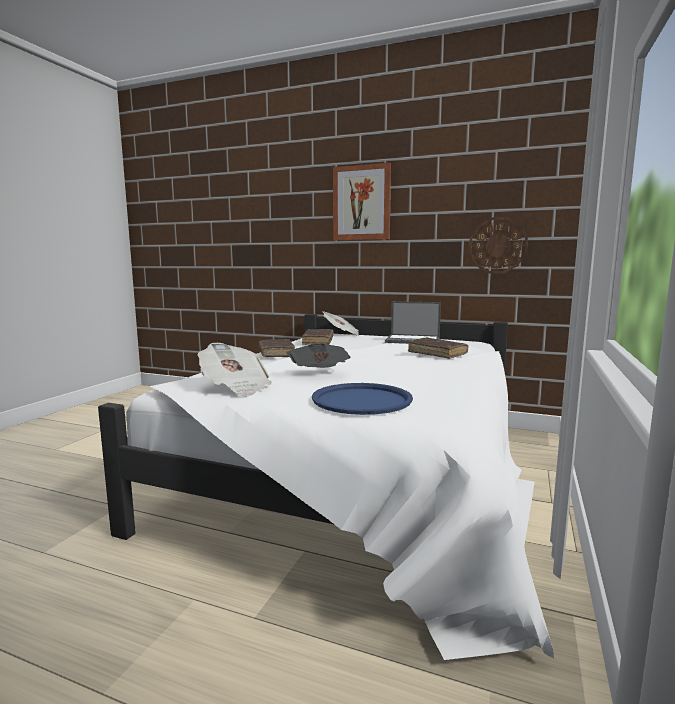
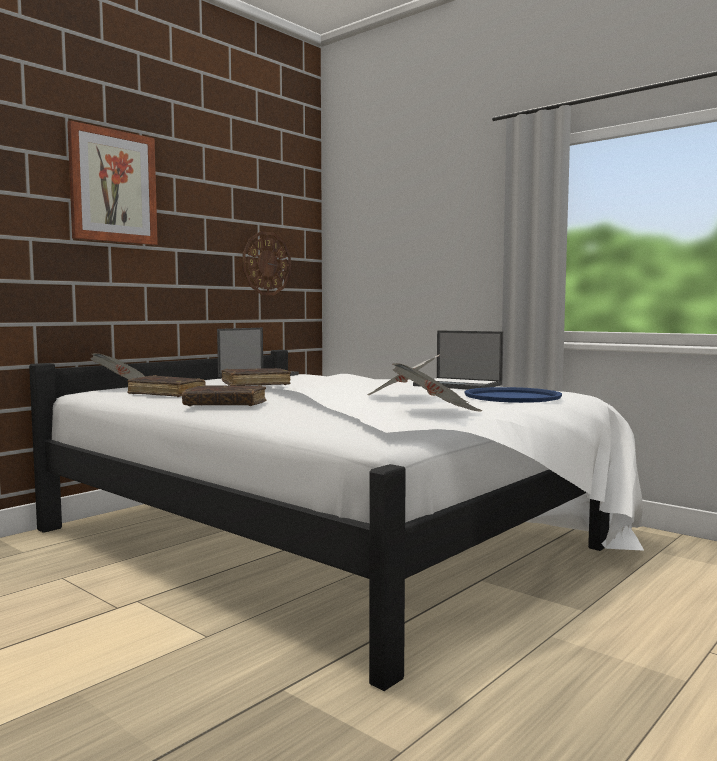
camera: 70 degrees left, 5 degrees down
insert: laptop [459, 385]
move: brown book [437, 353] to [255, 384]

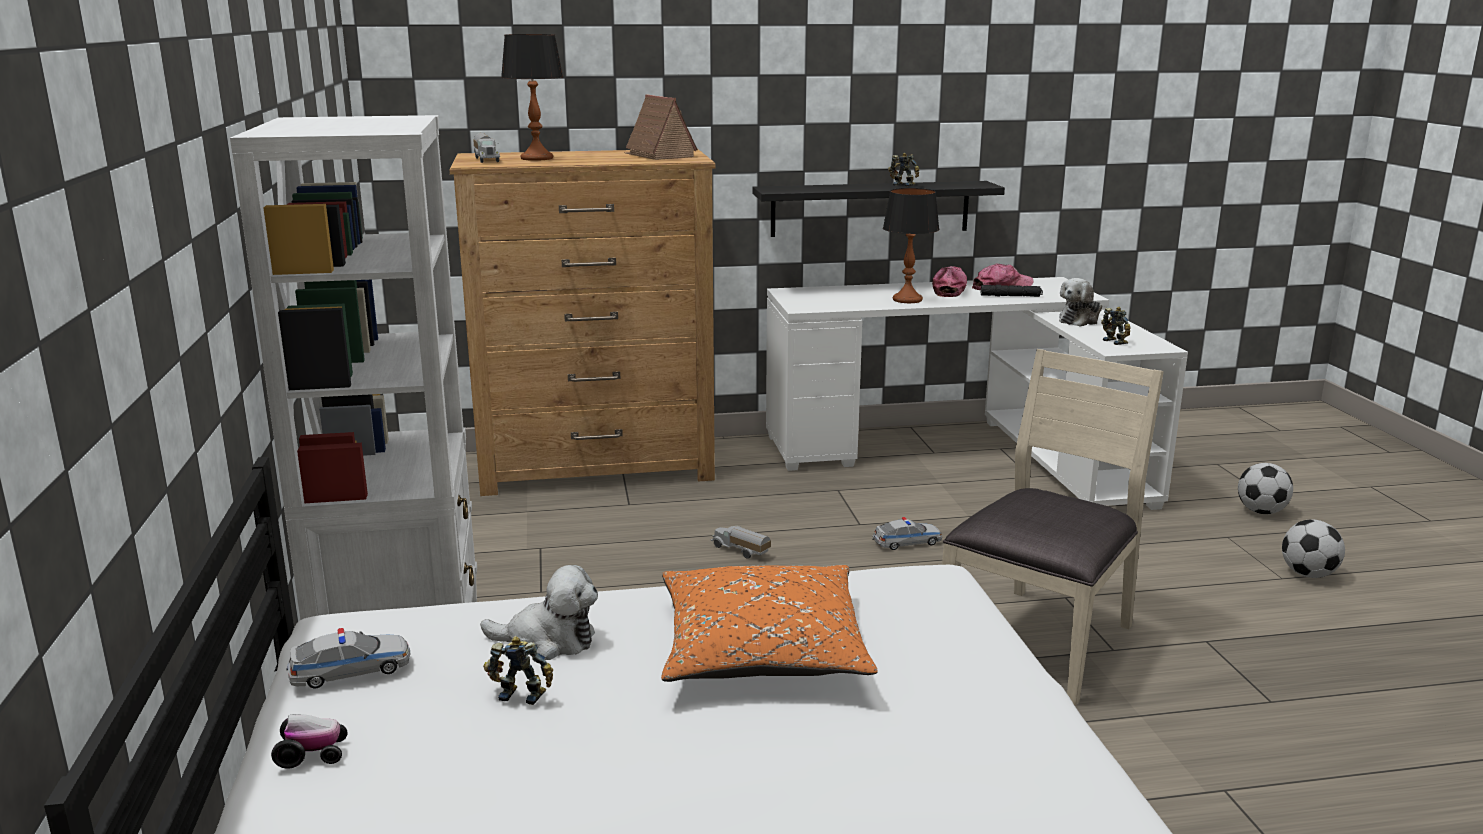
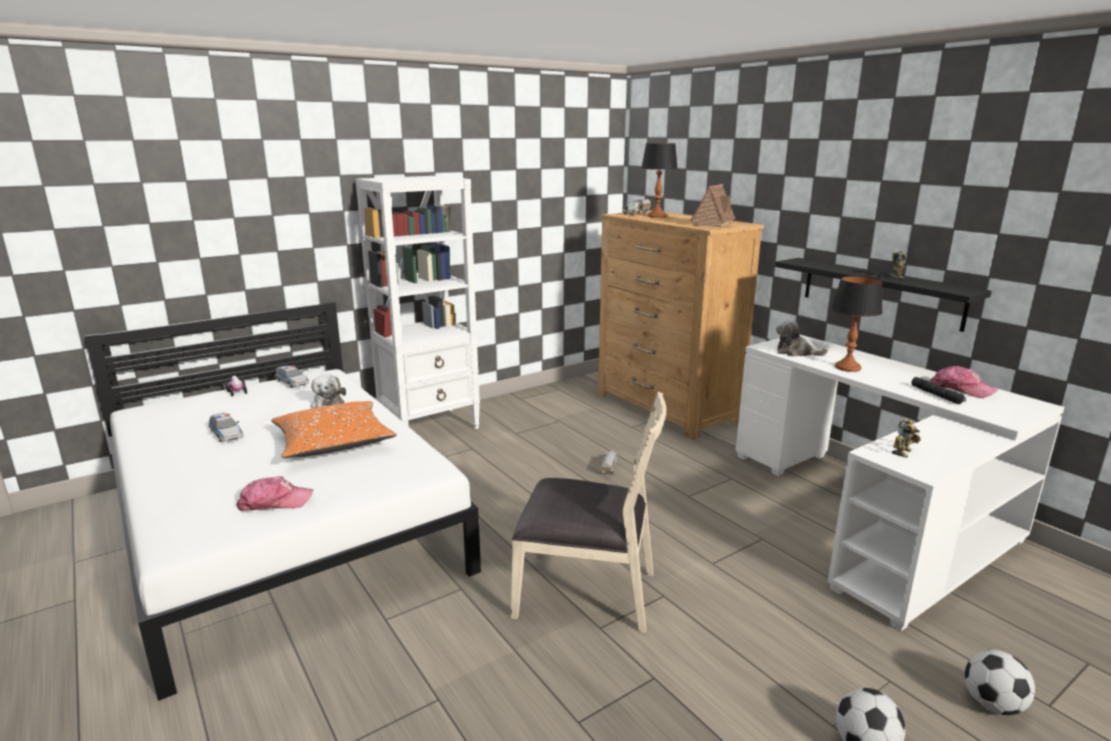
camera: 65 degrees right, 0 degrees up
delete: toy robot [522, 693]
move: toy car [907, 542] to [226, 433]; cap [949, 290] to [275, 502]; plush toy [1080, 320] to [796, 352]

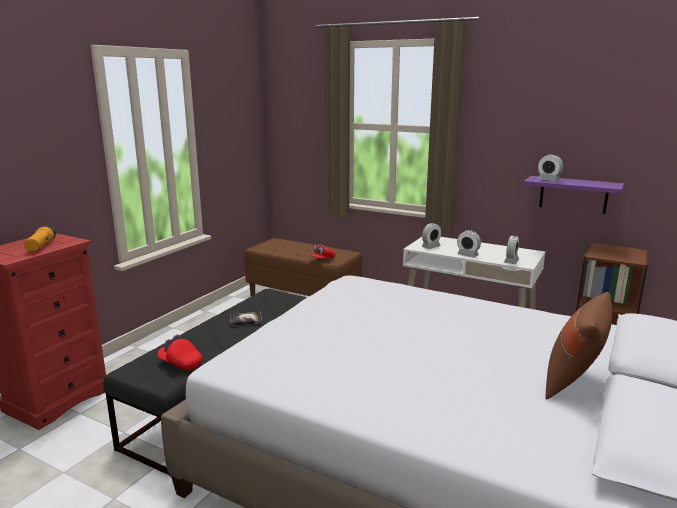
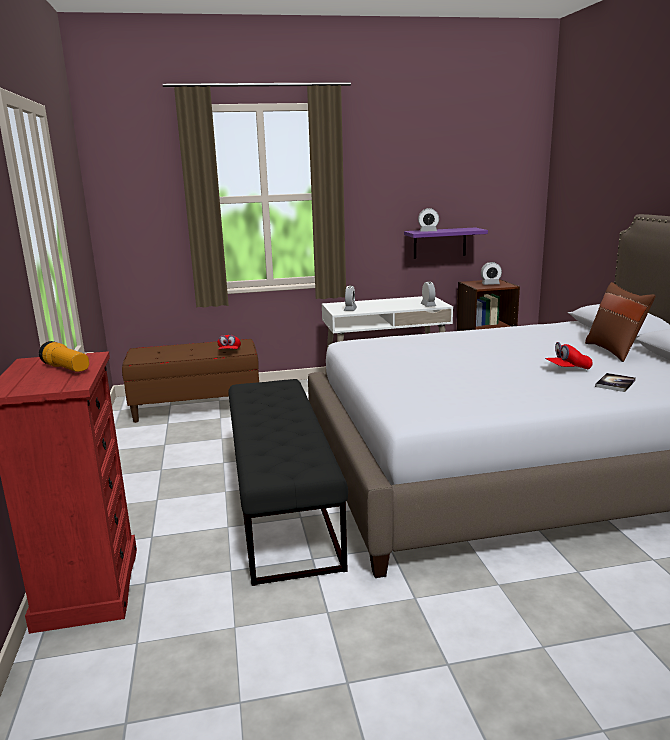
camera: 40 degrees left, 0 degrees up
move: red cap [180, 363] to [567, 369]; book [246, 319] to [615, 383]; alarm clock [467, 255] to [490, 284]

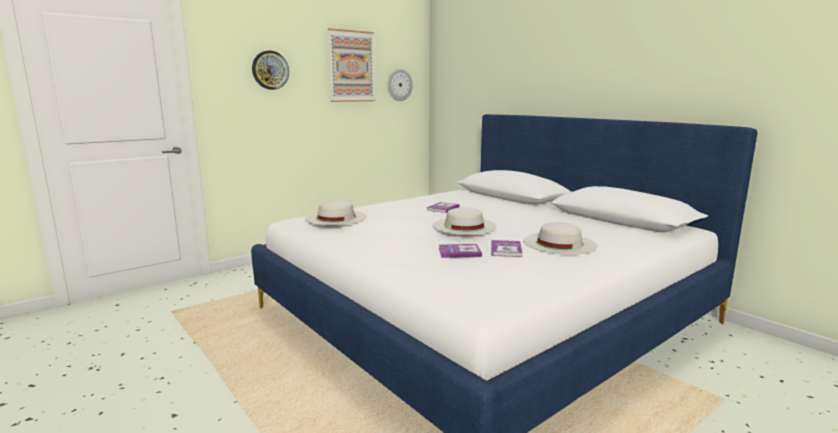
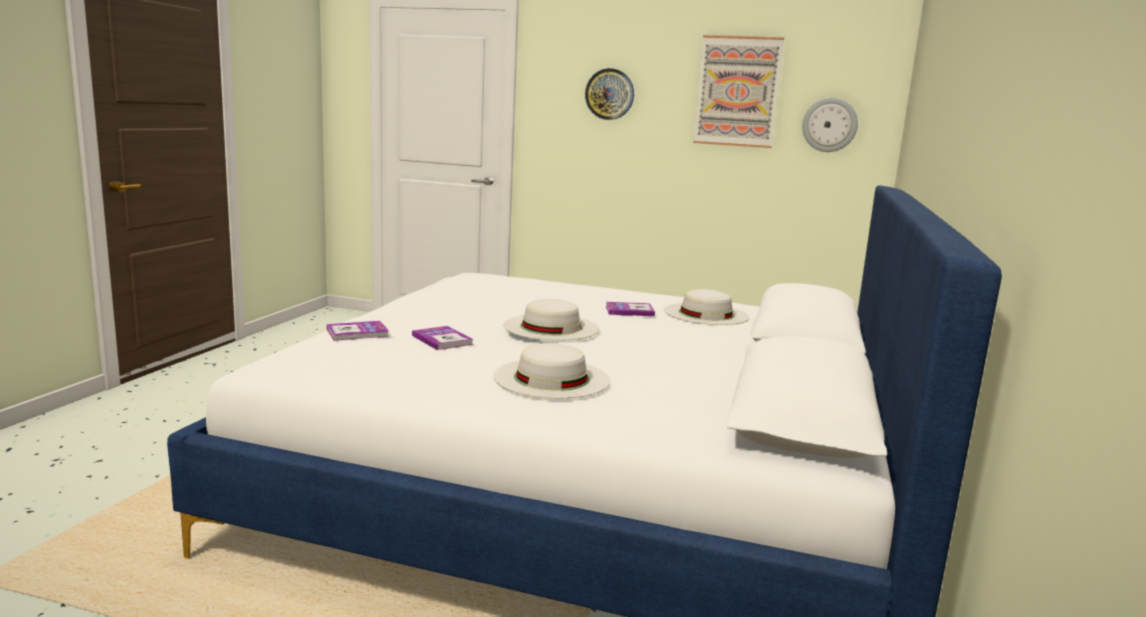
camera: 55 degrees right, 0 degrees up
move: white hat [336, 217] to [706, 313]; book [506, 250] to [357, 333]

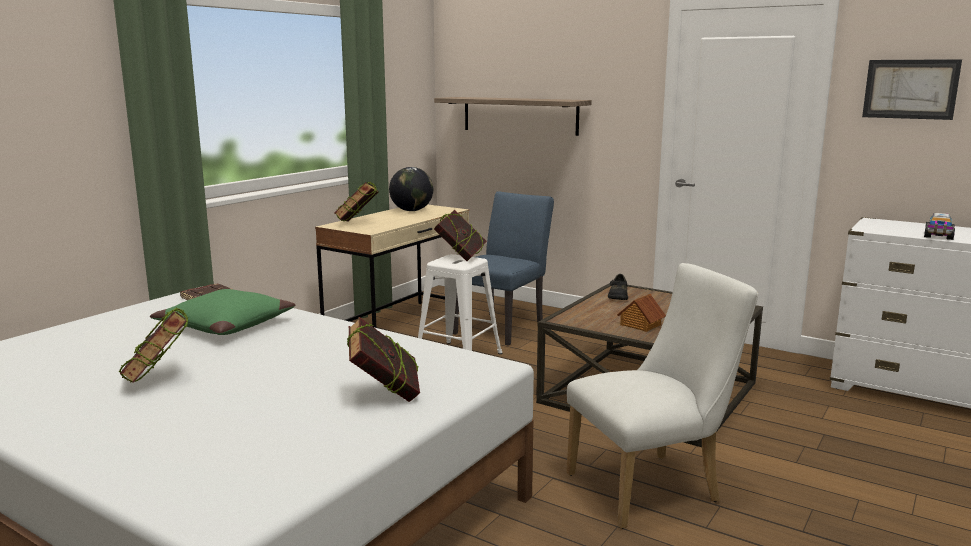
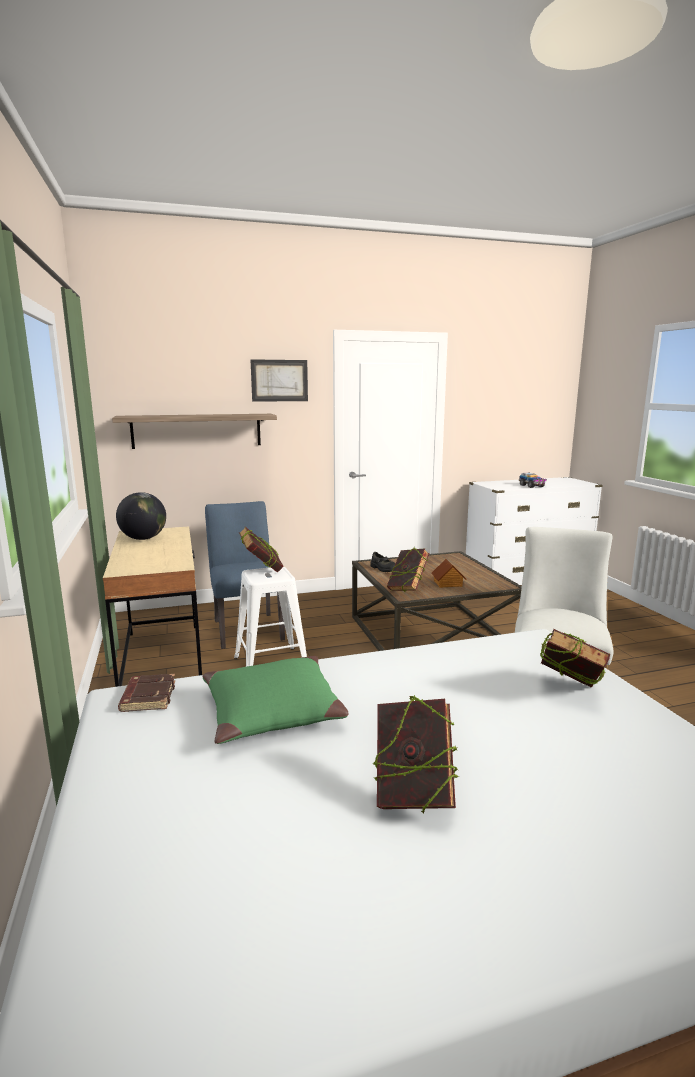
camera: 50 degrees left, 0 degrees up
move: book [357, 223] to [407, 590]; picture [910, 89] to [279, 380]

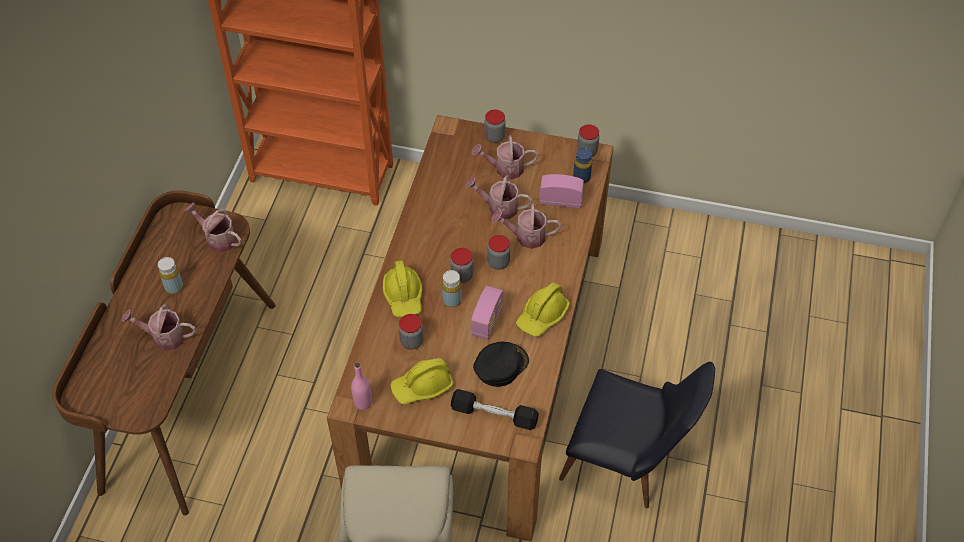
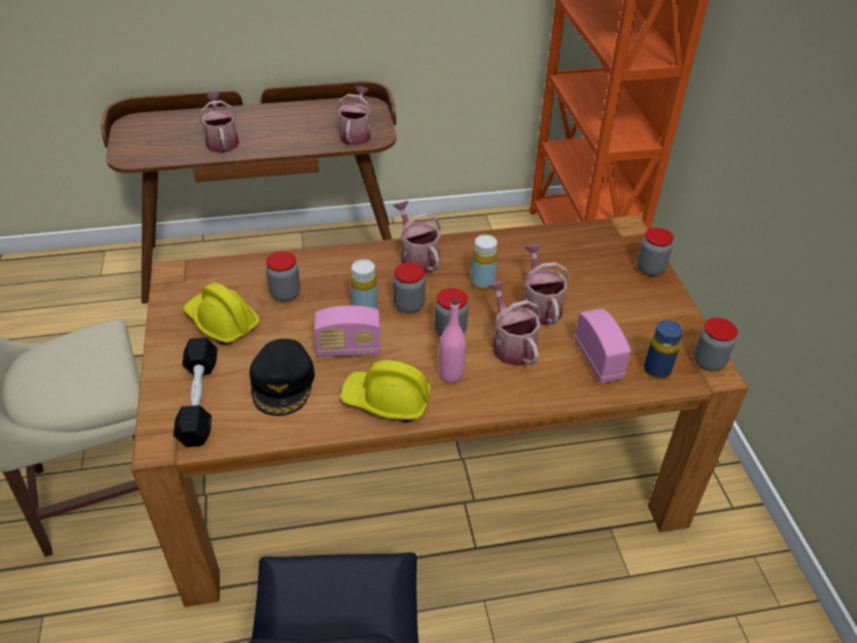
camera: 65 degrees right, 10 degrees down
delete: yellow hard hat [403, 296]
move: yellow bottle [174, 287] to [482, 283]; pink bottle [363, 403] to [451, 374]; watering can [505, 169] to [417, 258]
rotate: black cap [500, 365] = [283, 383] 60 degrees clockwise

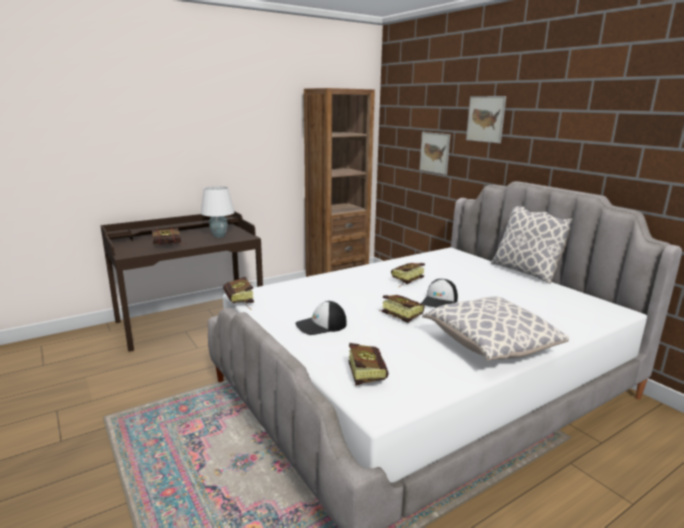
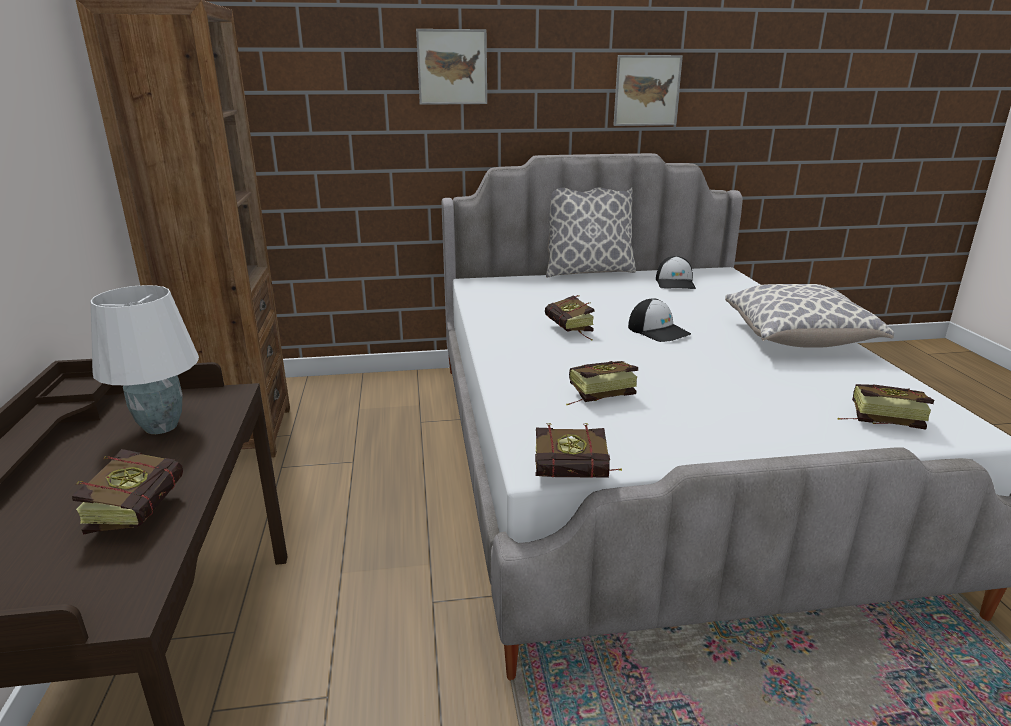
camera: 65 degrees left, 5 degrees up
move: cap [321, 325] to [675, 283]; book [398, 315] to [595, 396]; picture [434, 152] to [647, 90]

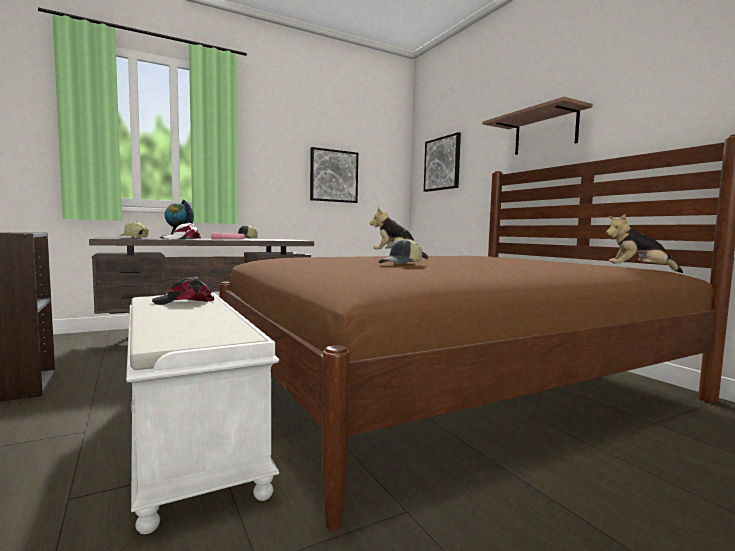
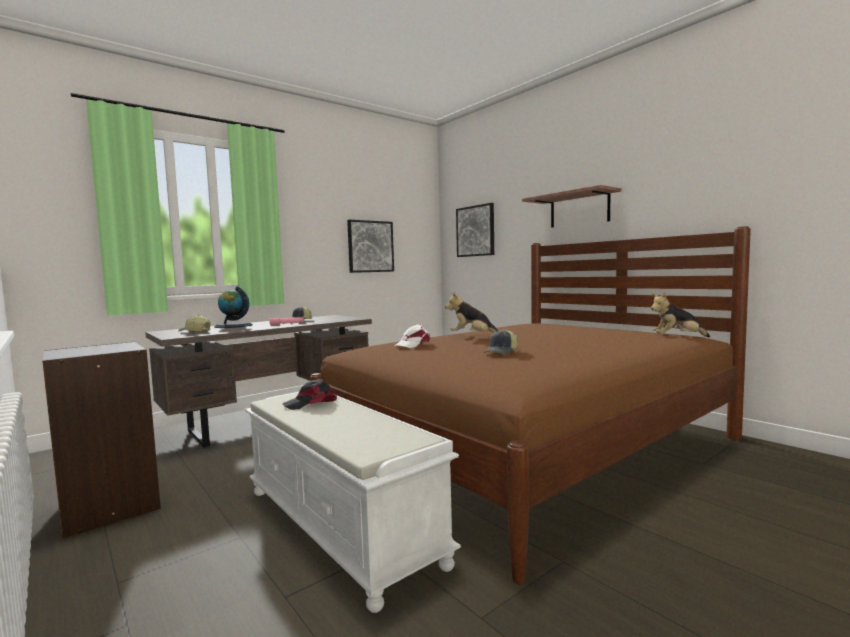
camera: 10 degrees left, 0 degrees up
move: white cap [183, 239] to [413, 344]

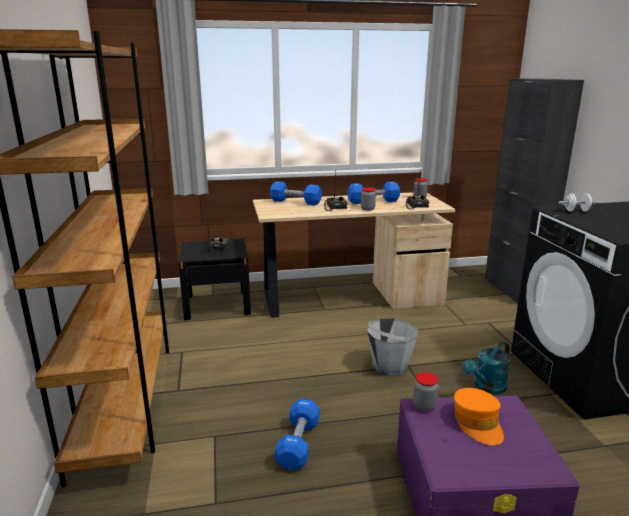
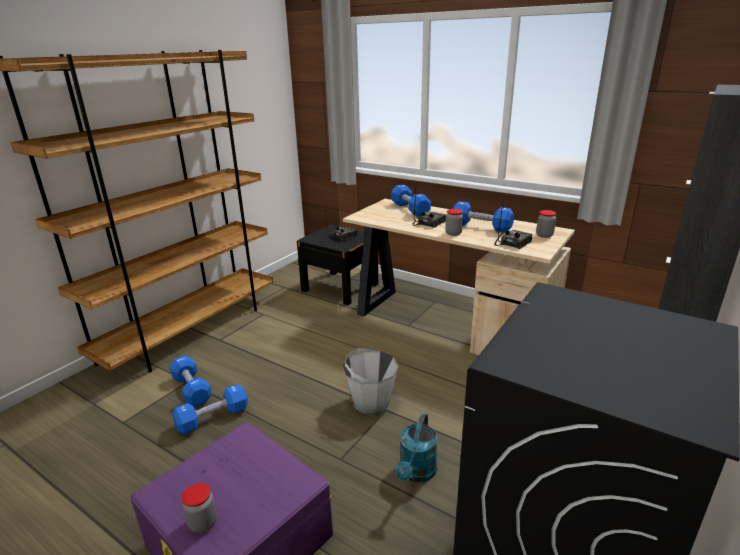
camera: 45 degrees right, 5 degrees up
delete: orange cap [477, 423]; white dumbbell [576, 211]
insert: blue dumbbell [192, 389]
move: jar [424, 406] to [203, 523]
rotate: turquoise watering can [486, 387] = [416, 473] 75 degrees counterclockwise

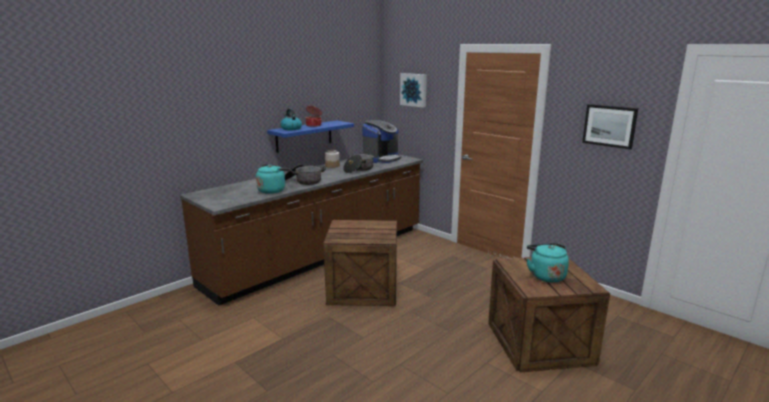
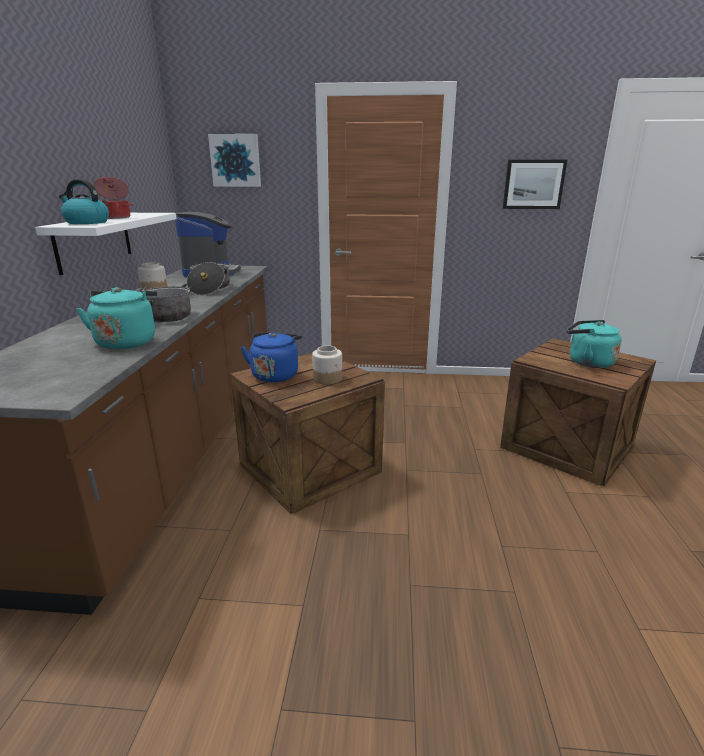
camera: 40 degrees left, 5 degrees up
insert: blue kettle [275, 375]; jar [328, 378]
recolor: blue shelf [304, 136] to white shelf [94, 241]

